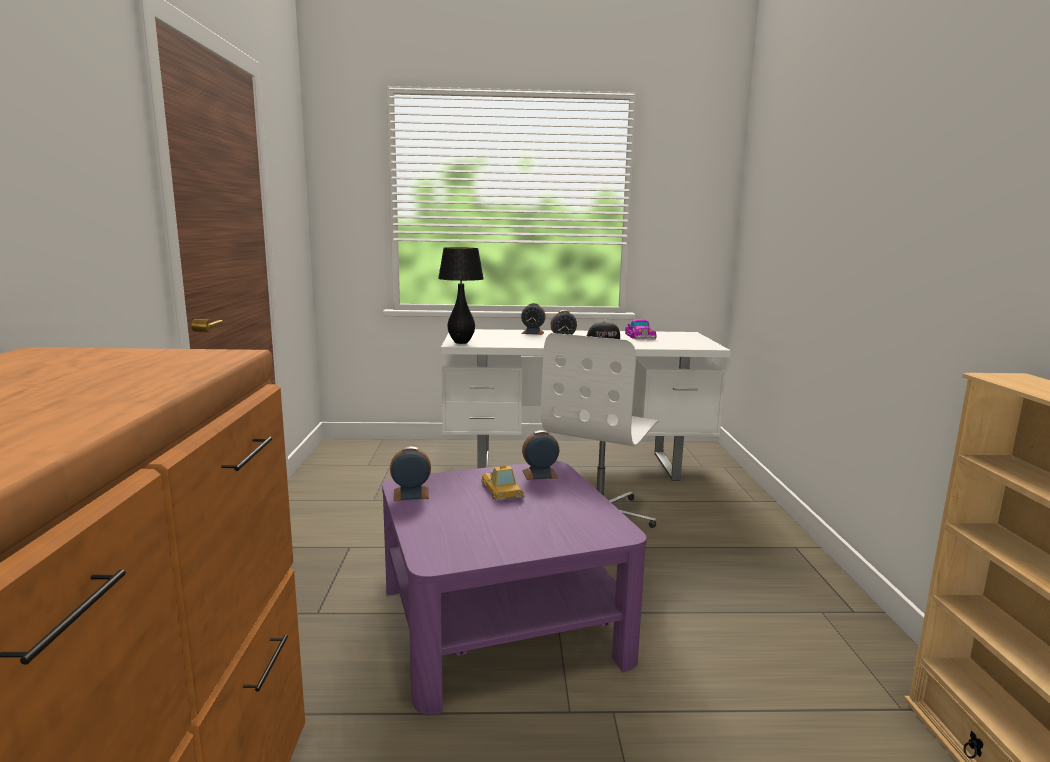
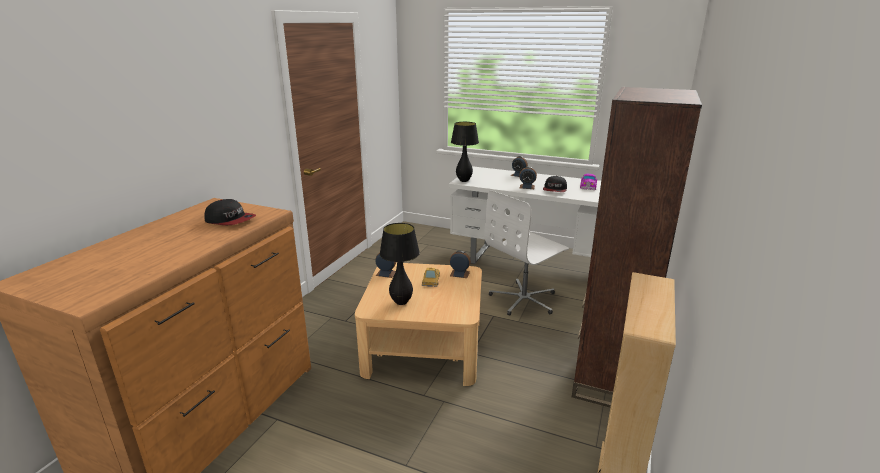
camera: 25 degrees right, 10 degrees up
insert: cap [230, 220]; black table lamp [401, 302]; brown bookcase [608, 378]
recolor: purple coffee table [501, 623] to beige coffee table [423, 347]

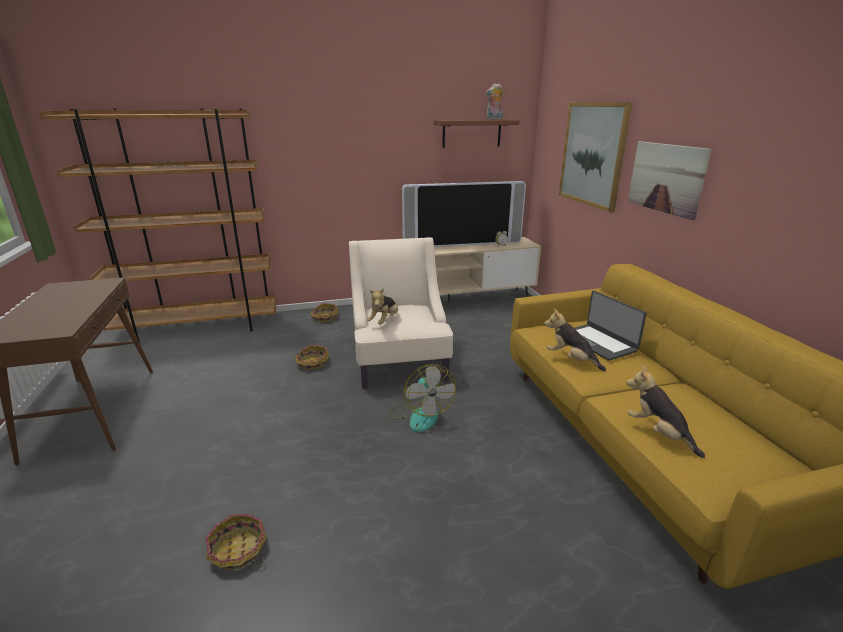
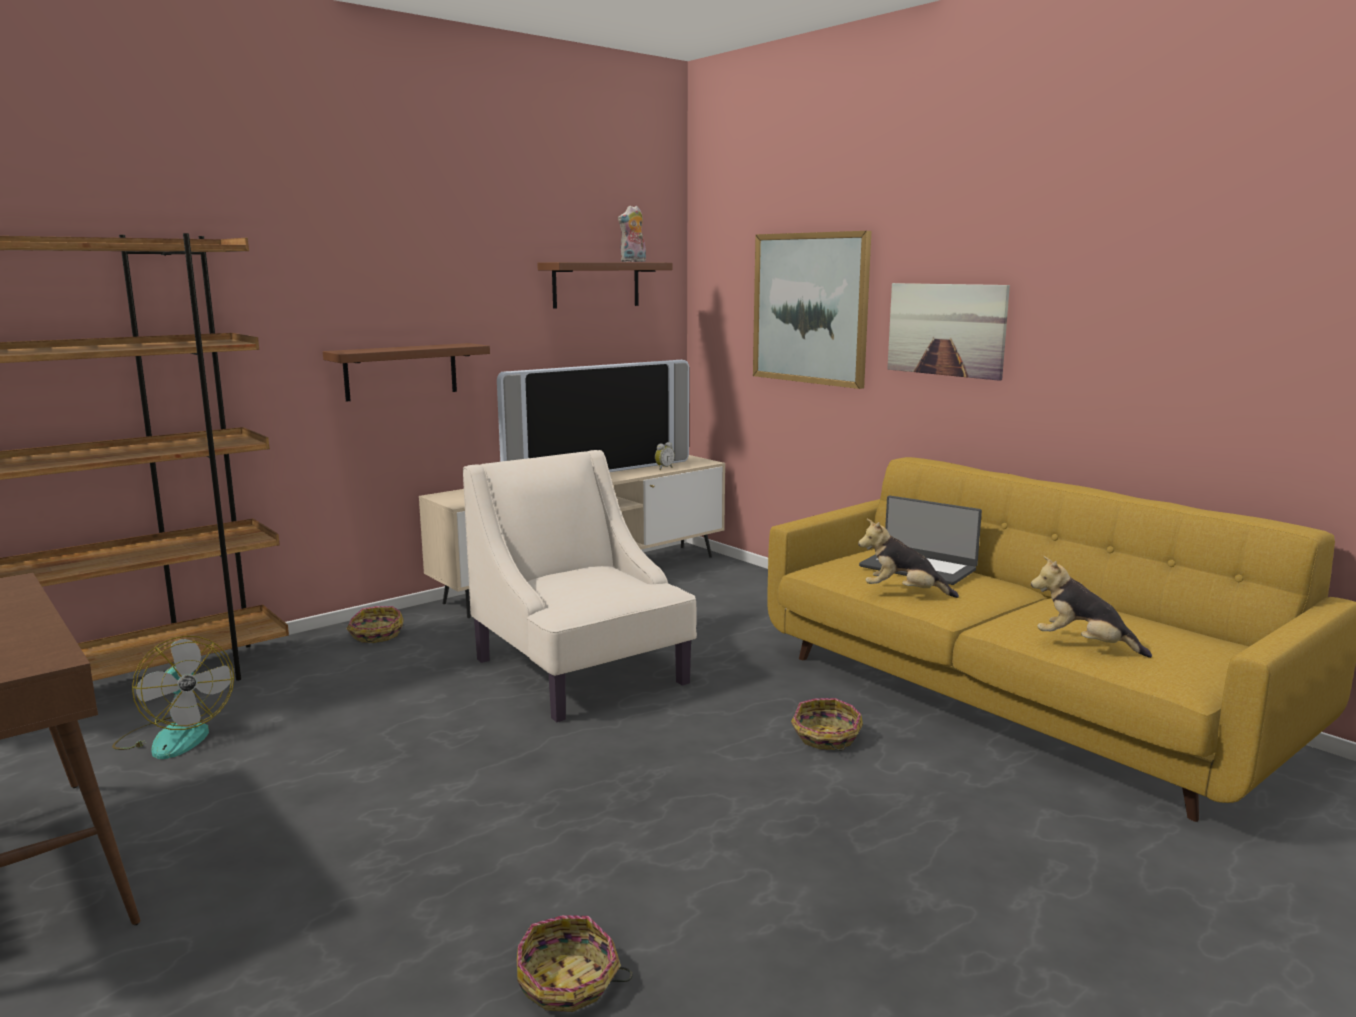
camera: 25 degrees left, 10 degrees down
delete: plush toy [384, 321]
insert: brown shelf [401, 371]
move: basket [312, 363] to [826, 737]; fan [420, 415] to [175, 736]

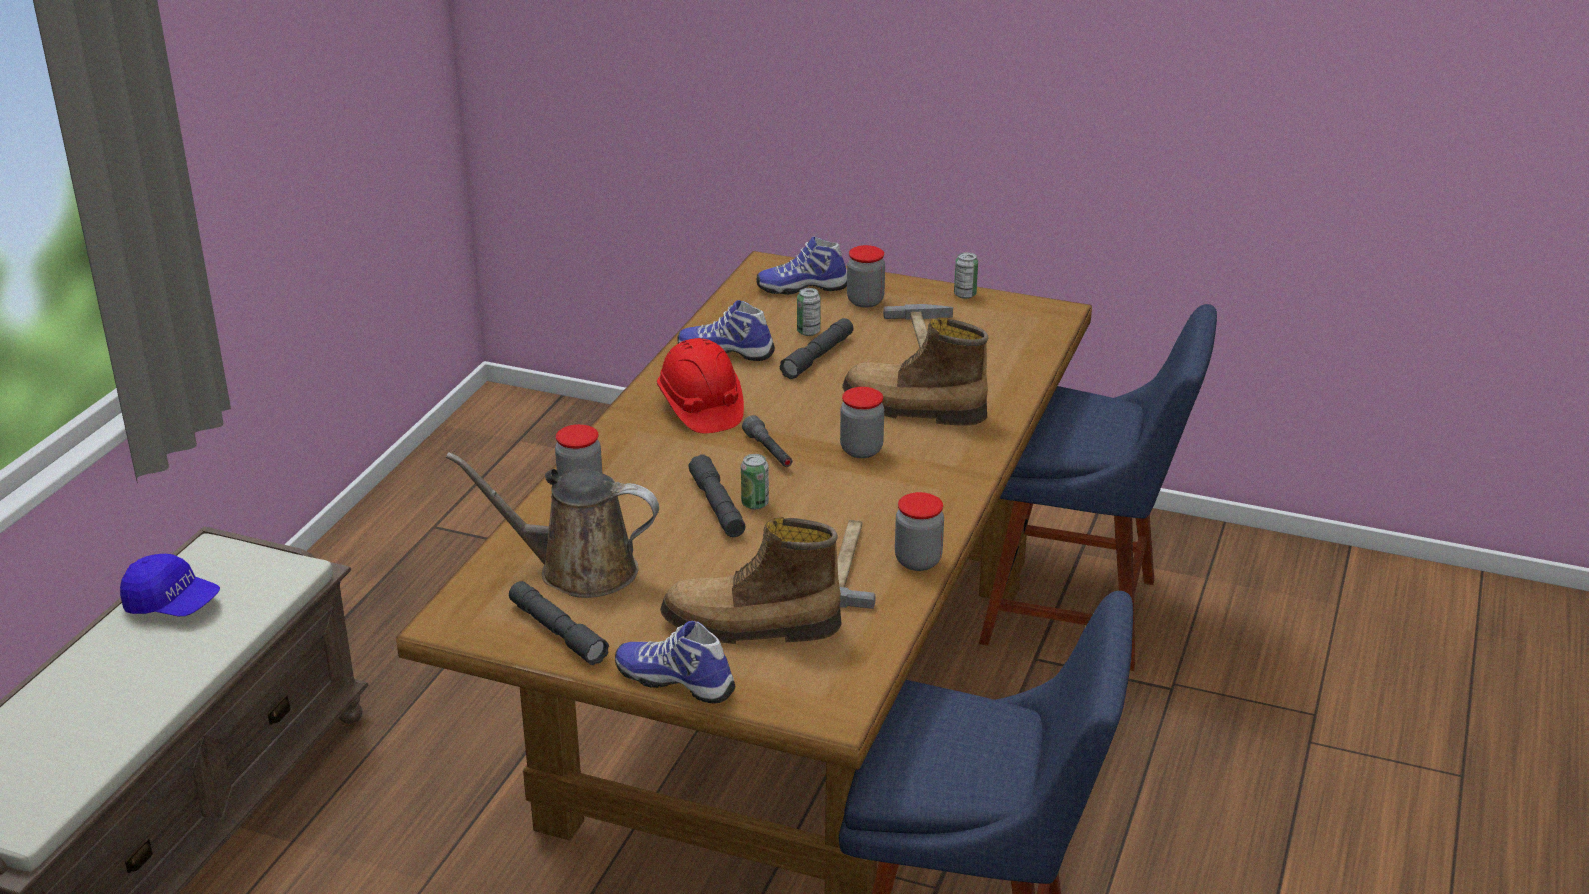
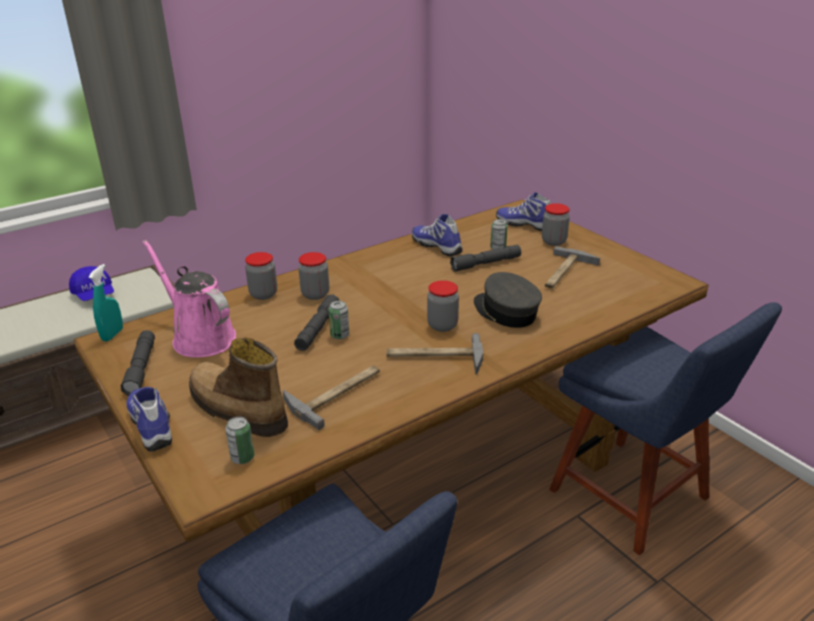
camera: 35 degrees right, 0 degrees up
delete: red hard hat [700, 408]; grey flashlight [769, 452]
insert: turquoise spray bottle [112, 335]; hammer [434, 357]
move: jar [918, 561] to [315, 294]; can [965, 294] to [242, 457]
replace: boot [913, 409] to grey cap [505, 312]
recolor: brown watering can [578, 570] to pink watering can [200, 337]

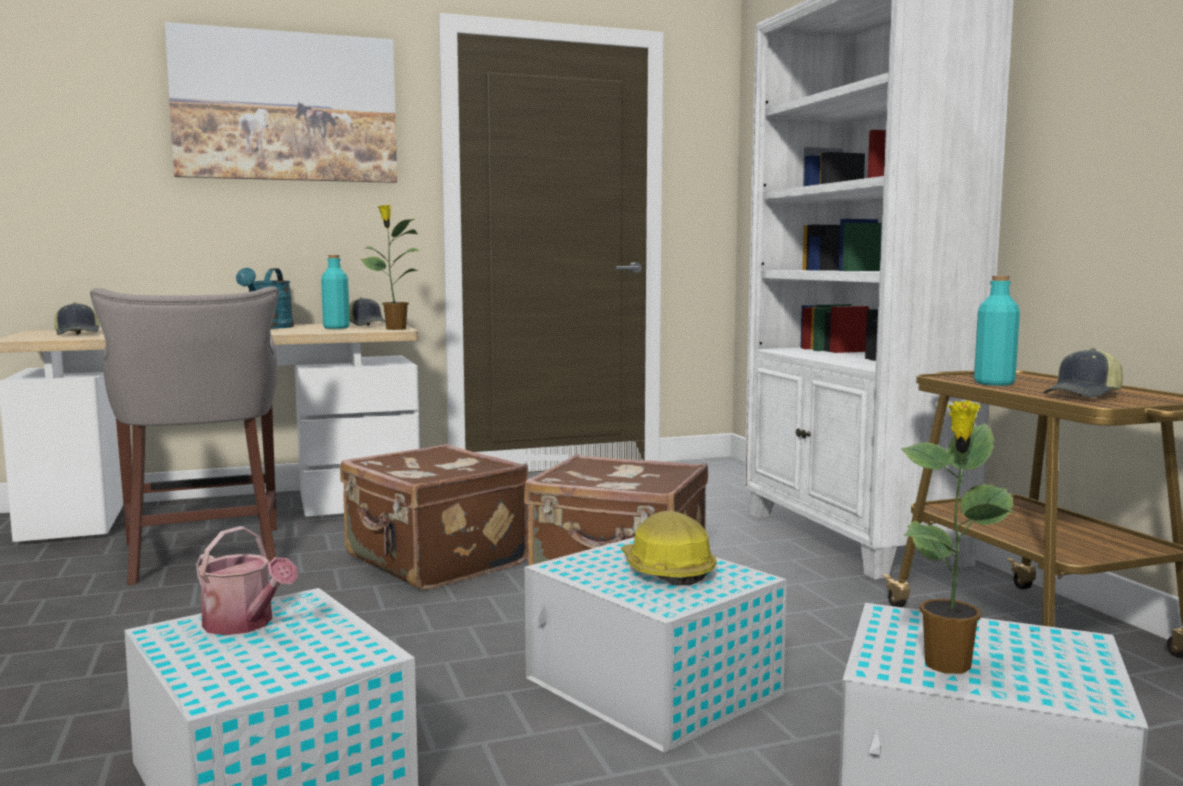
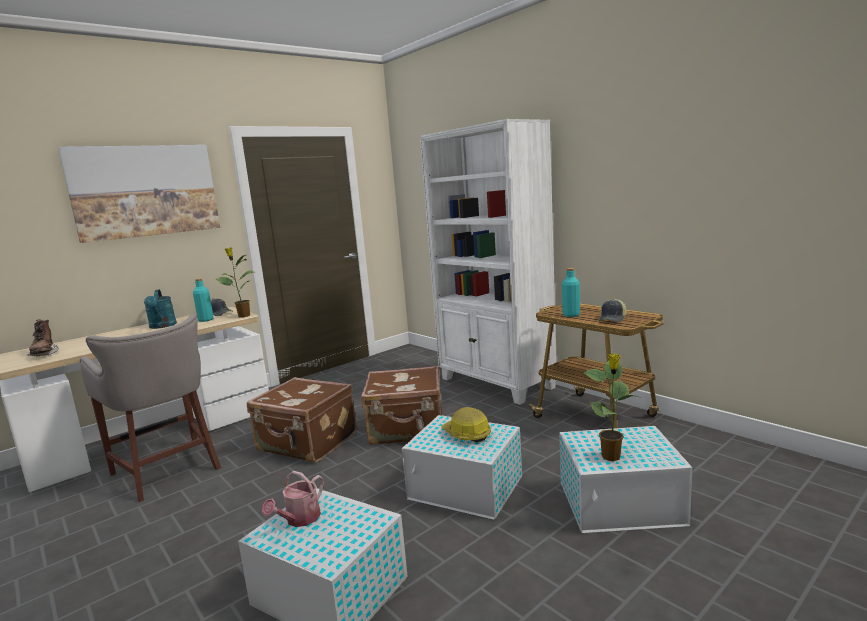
camera: 20 degrees left, 5 degrees up
replace: cap [78, 334] to brown boot [44, 354]
rotate: watering can [244, 624] = [299, 519] 105 degrees clockwise

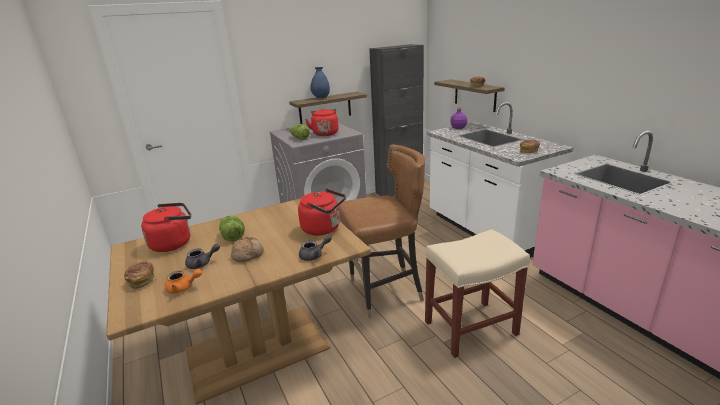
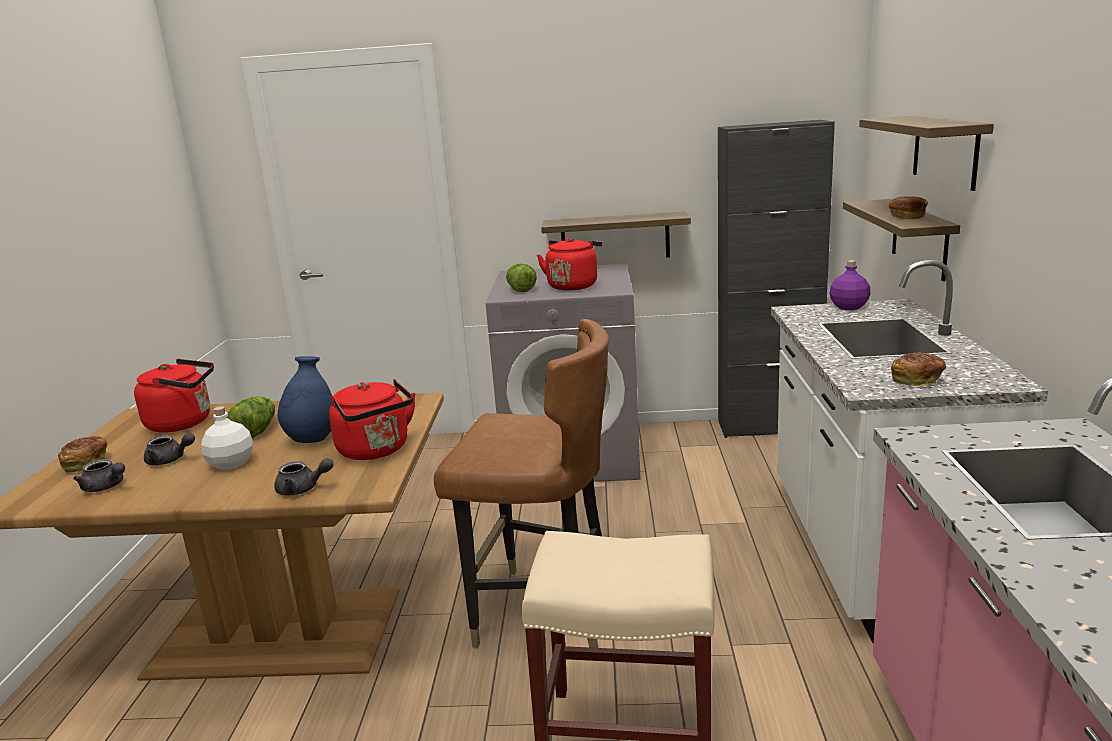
camera: 30 degrees right, 5 degrees down
insert: shelf [945, 150]
move: blue vase [321, 98] to [312, 440]
replace: bread [248, 255] to white bottle [232, 463]
recolor: orange teapot [183, 288] to grey teapot [106, 487]

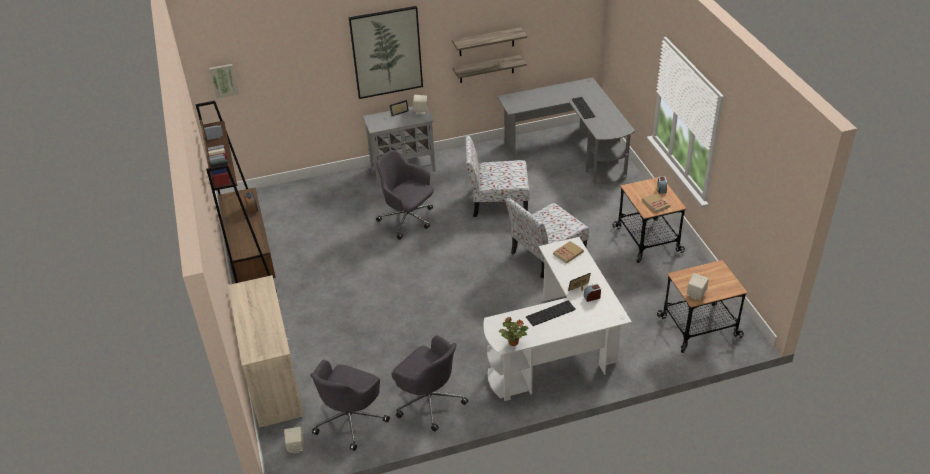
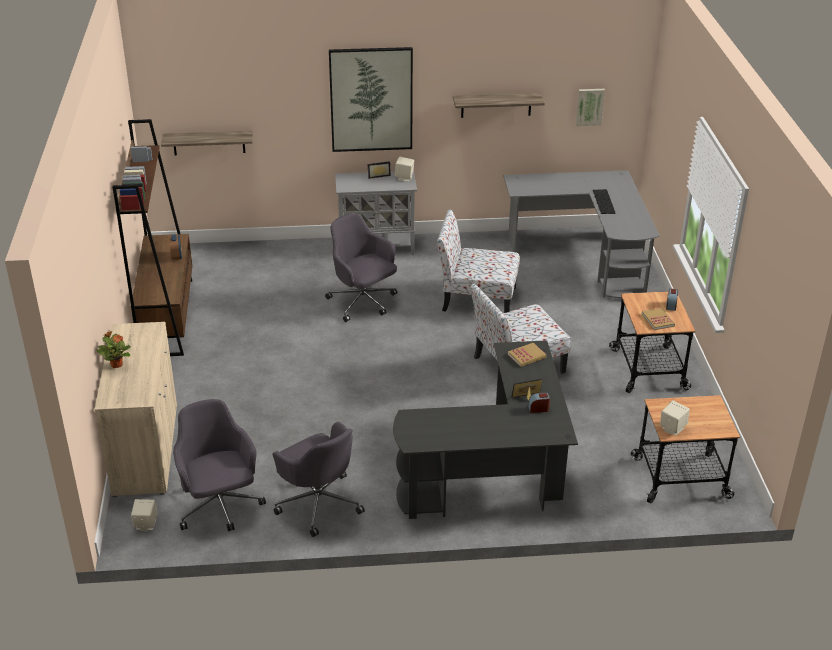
camera: 10 degrees right, 5 degrees down
delete: keyboard [550, 314]
move: picture [223, 80] to [589, 106]; shelf [486, 69] to [209, 142]; potted plant [513, 342] to [116, 364]
recolor: white desk [559, 351] to black desk [495, 475]
rotate: grey office chair [351, 419] = [219, 506] 120 degrees clockwise

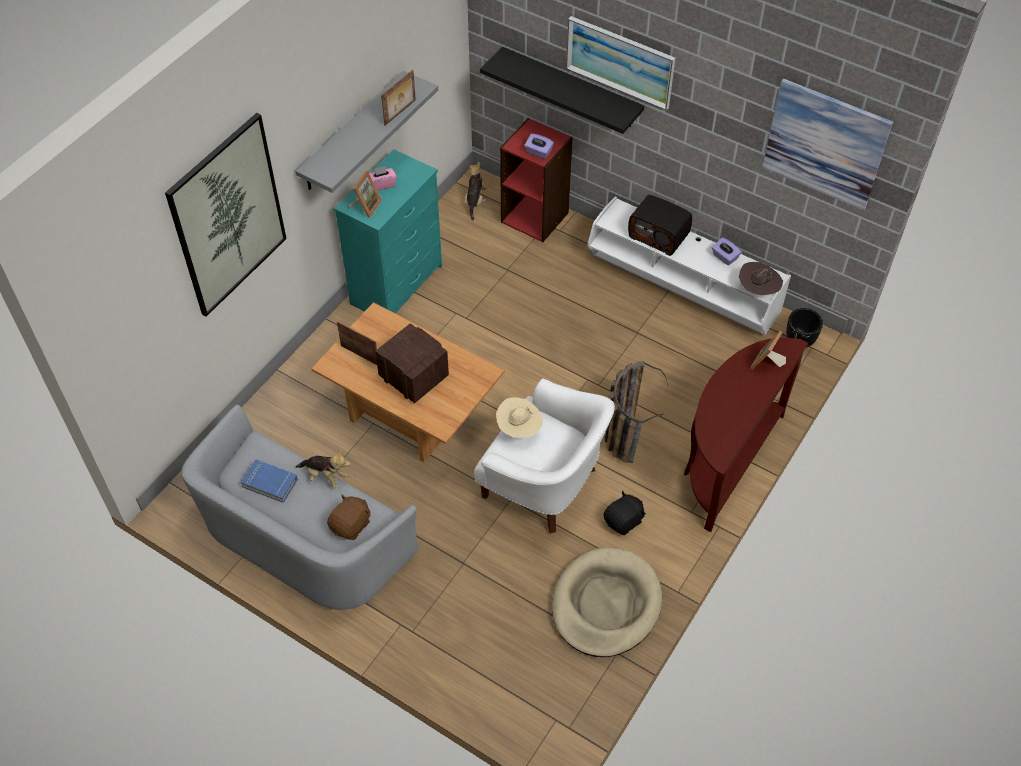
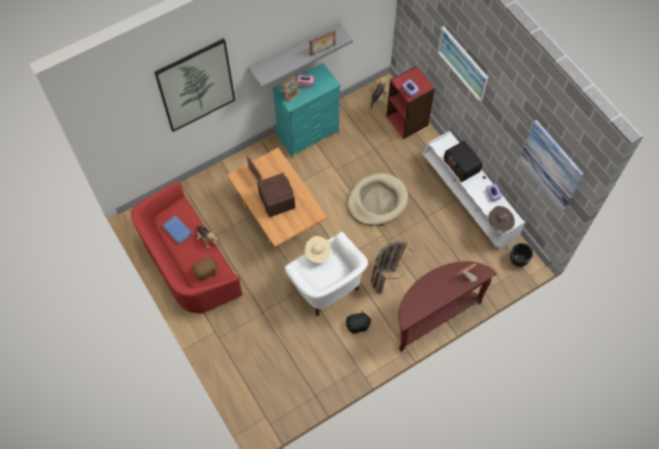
camera: 25 degrees right, 10 degrees up
delete: black shelf [571, 88]
move: beige dog bed [606, 604] to [377, 201]
recolor: grey sofa [302, 538] to red sofa [188, 263]

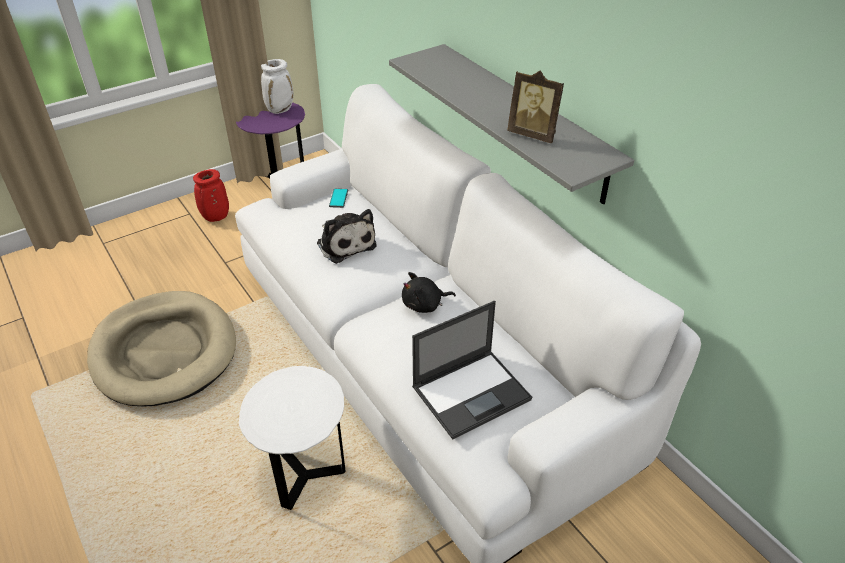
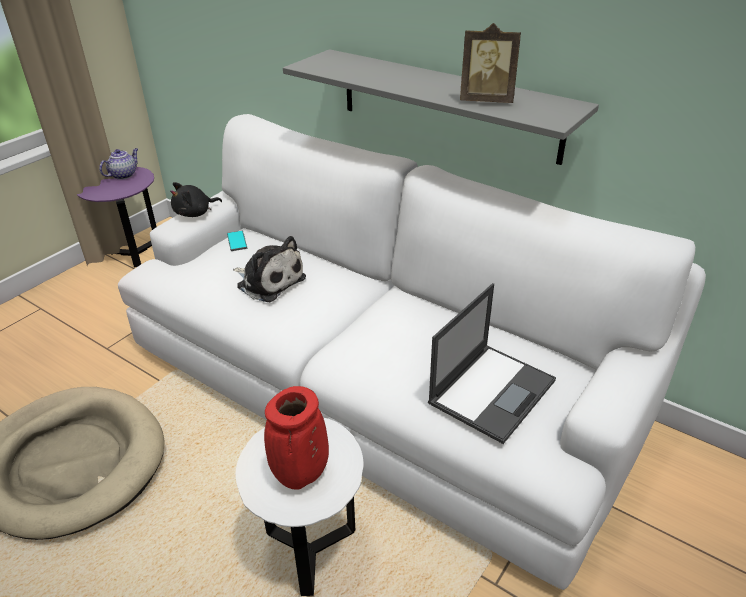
camera: 20 degrees left, 5 degrees down
move: red vase [215, 217] to [301, 476]; black plush toy [424, 305] to [195, 213]
replace: white vase [280, 109] to teapot [123, 175]

